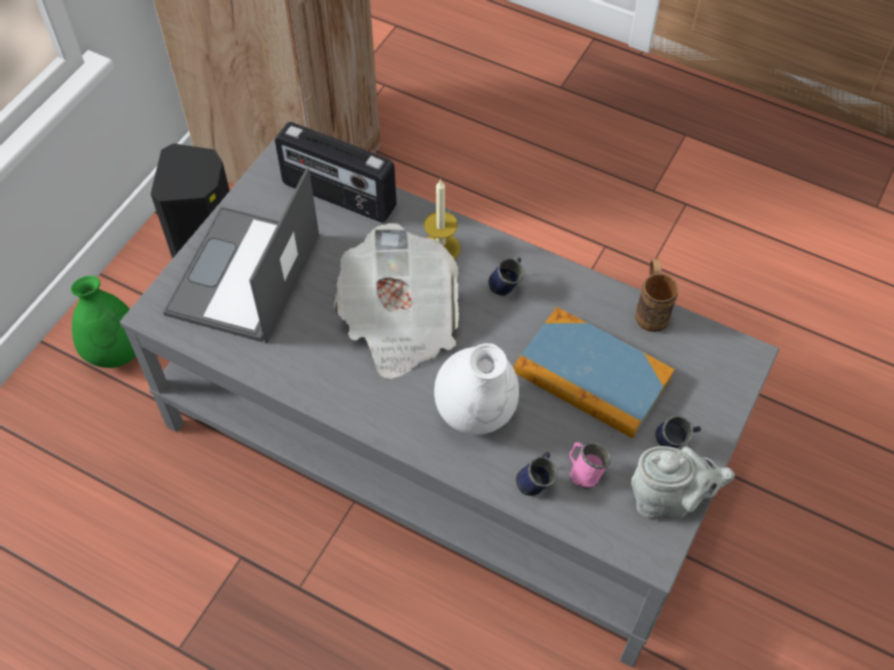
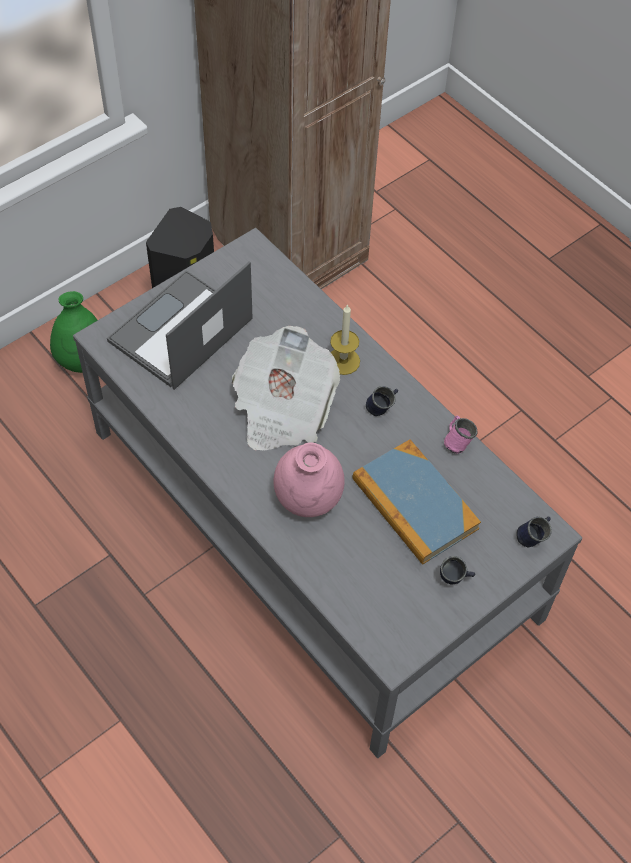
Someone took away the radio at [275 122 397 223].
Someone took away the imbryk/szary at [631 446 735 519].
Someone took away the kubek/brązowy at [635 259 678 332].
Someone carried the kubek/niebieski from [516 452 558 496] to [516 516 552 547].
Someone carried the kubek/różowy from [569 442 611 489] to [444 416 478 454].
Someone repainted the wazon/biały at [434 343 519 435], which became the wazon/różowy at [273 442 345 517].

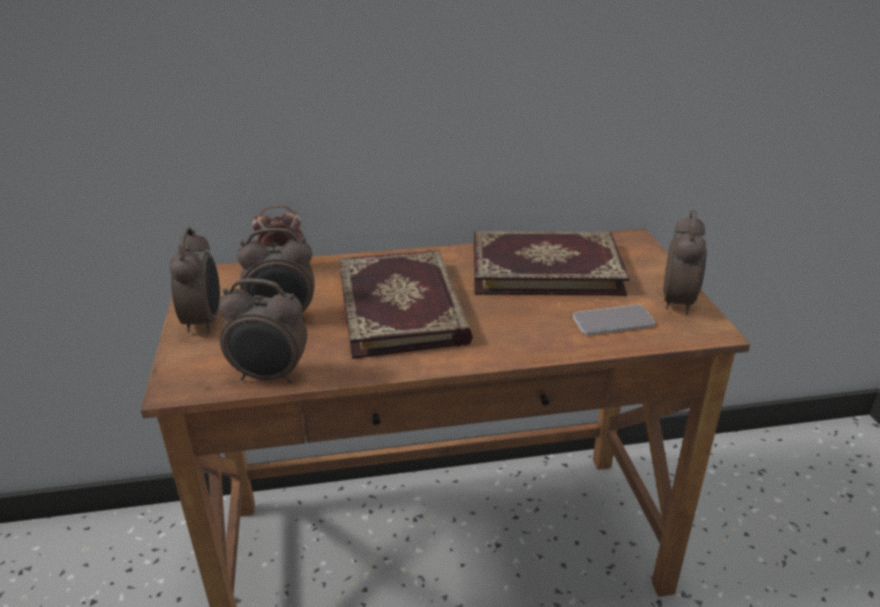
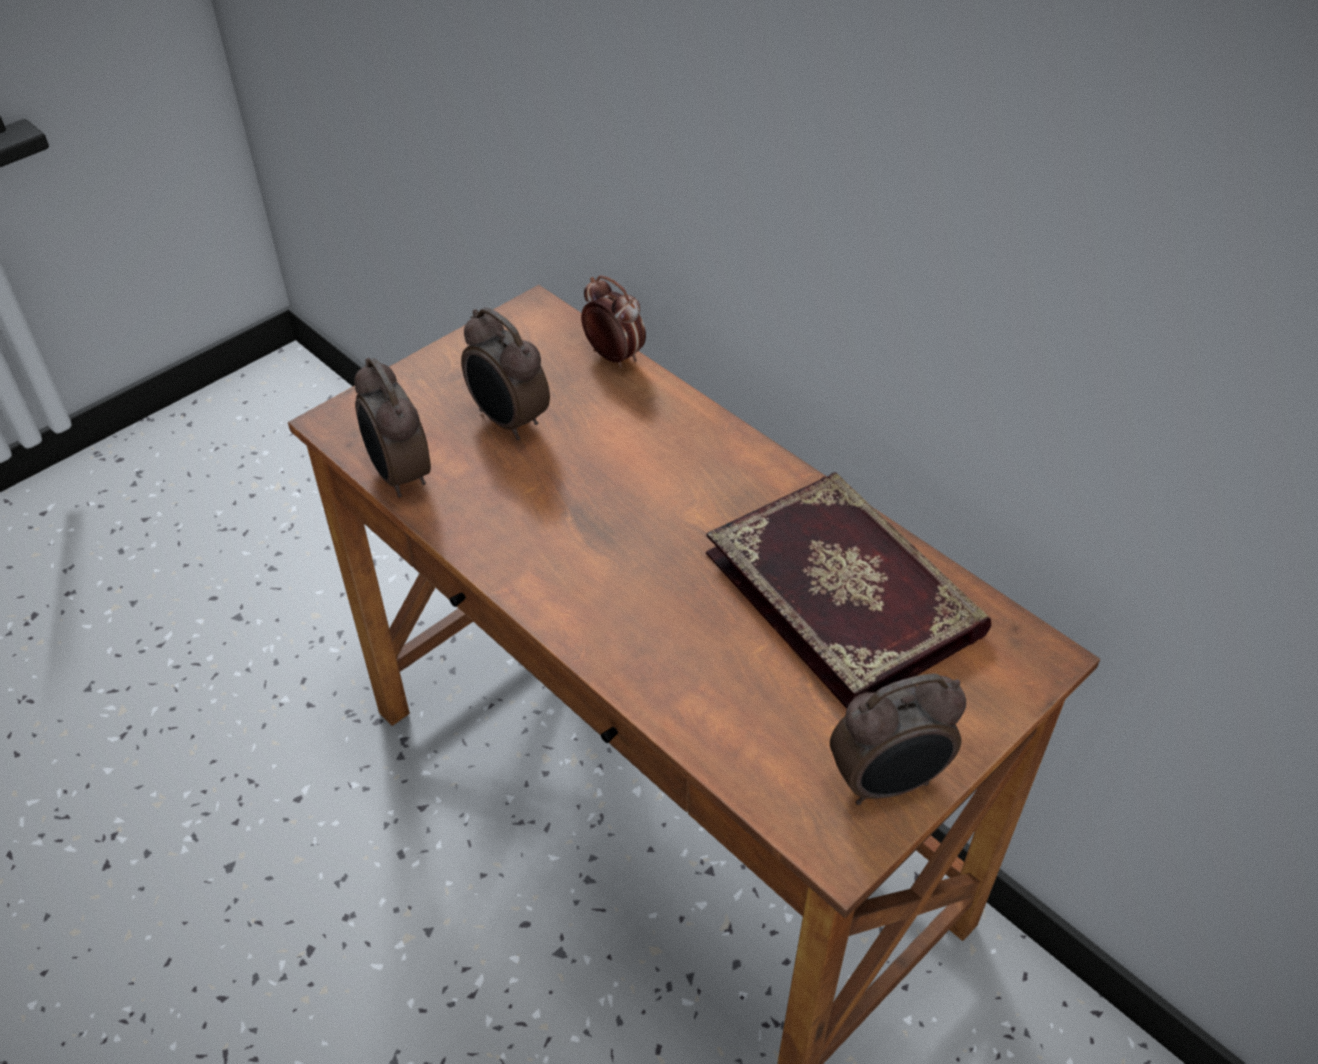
Someone took away the budzik at [170 227 220 334].
Someone took away the książka at [339 250 473 359].
Someone took away the telefon at [573 305 655 335].

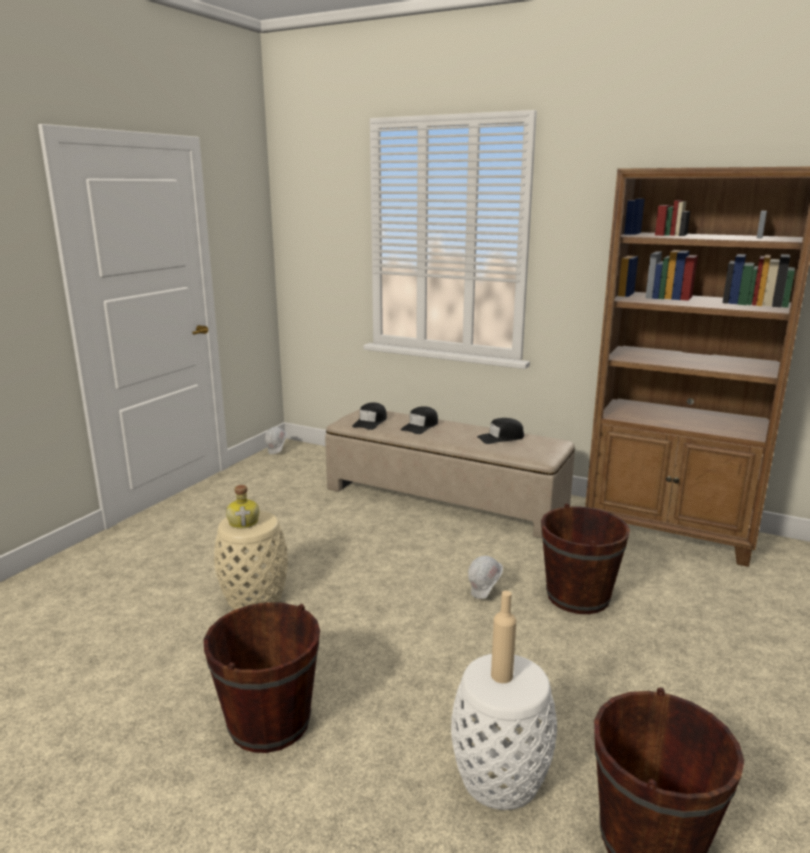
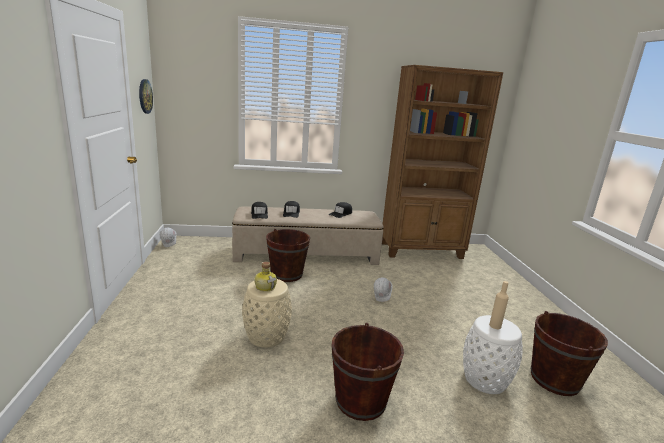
Someone put up the zegar ścienny at [139 79 153 114].
Someone carried the wiadro/brązowy from [541 503 630 614] to [266 229 310 282].

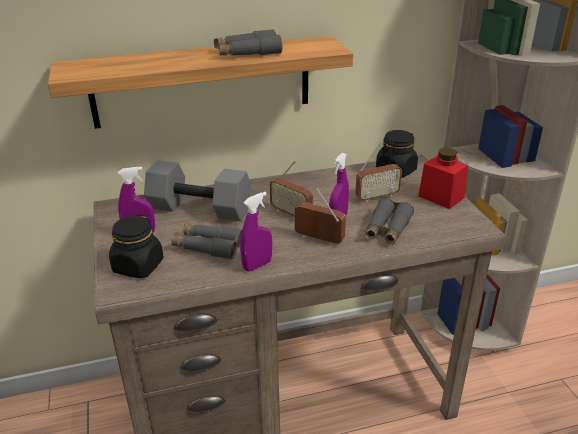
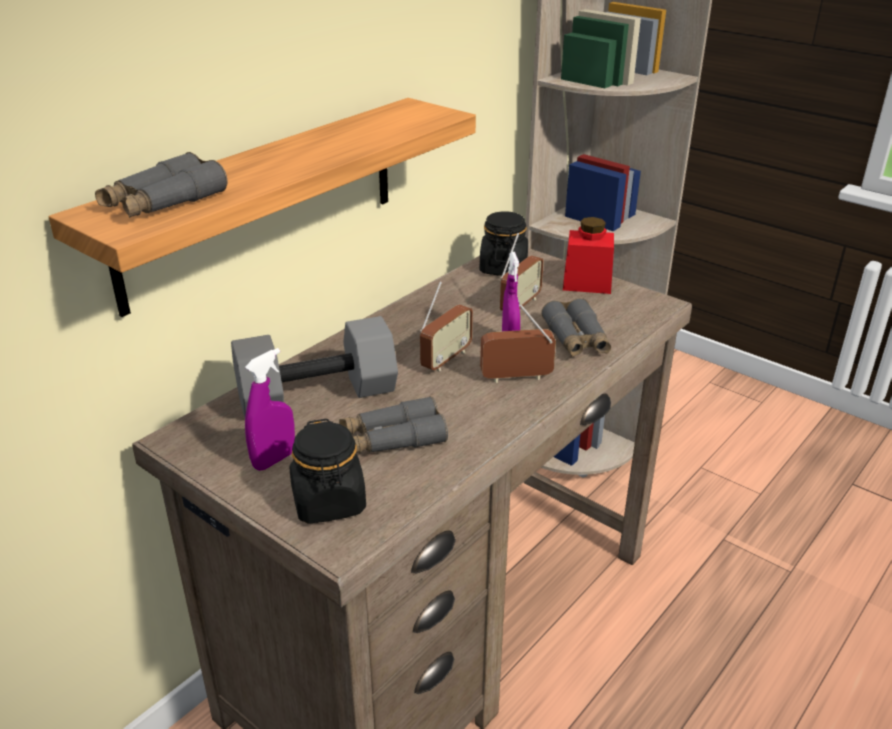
Someone took away the spryskiwacz/fioletowy at [240 192 272 272].
Someone carried the lornetka/szary from [214 29 282 56] to [95 152 228 218].
Someone rotated the radio at [270 160 313 216] by 60 degrees counterclockwise.

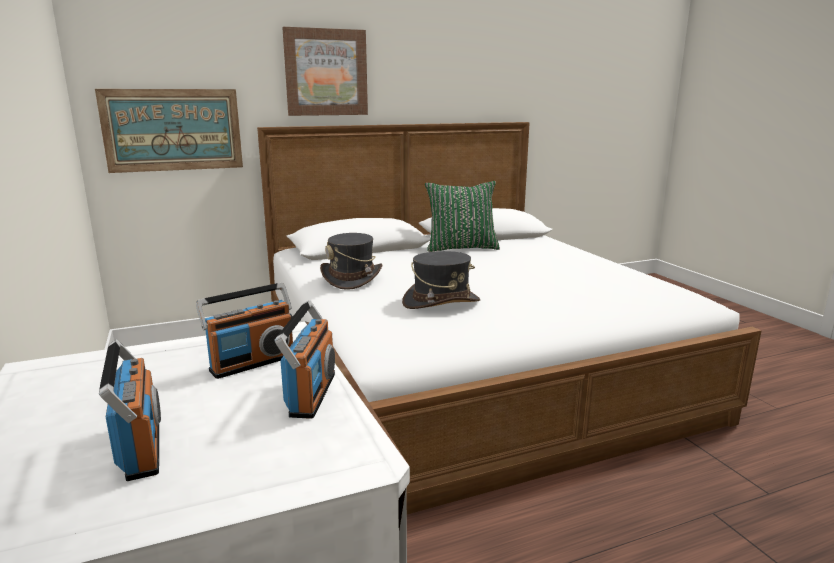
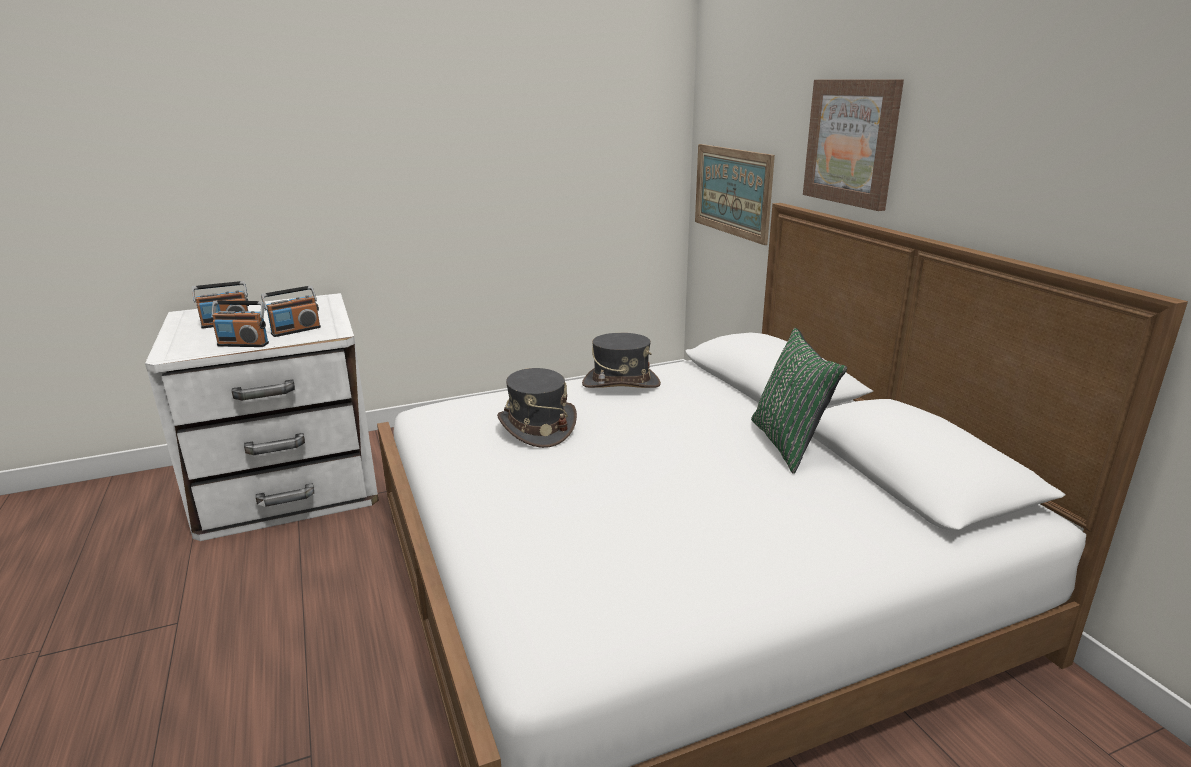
Someone rotated the radio at [196 282 293 379] by 90 degrees counterclockwise.

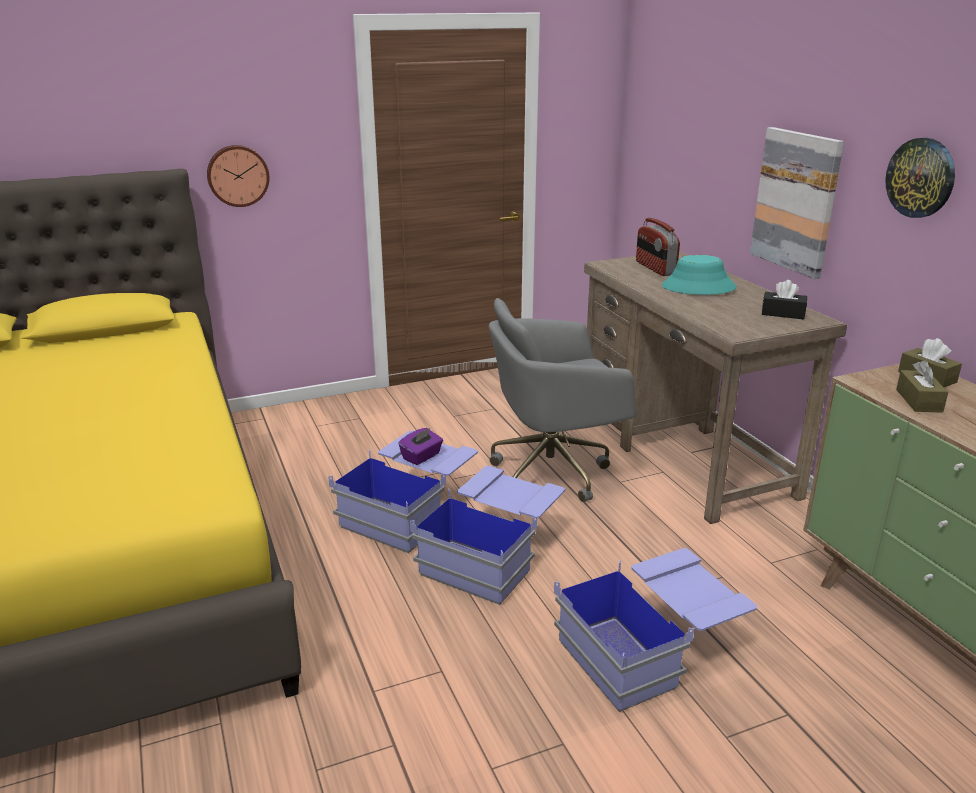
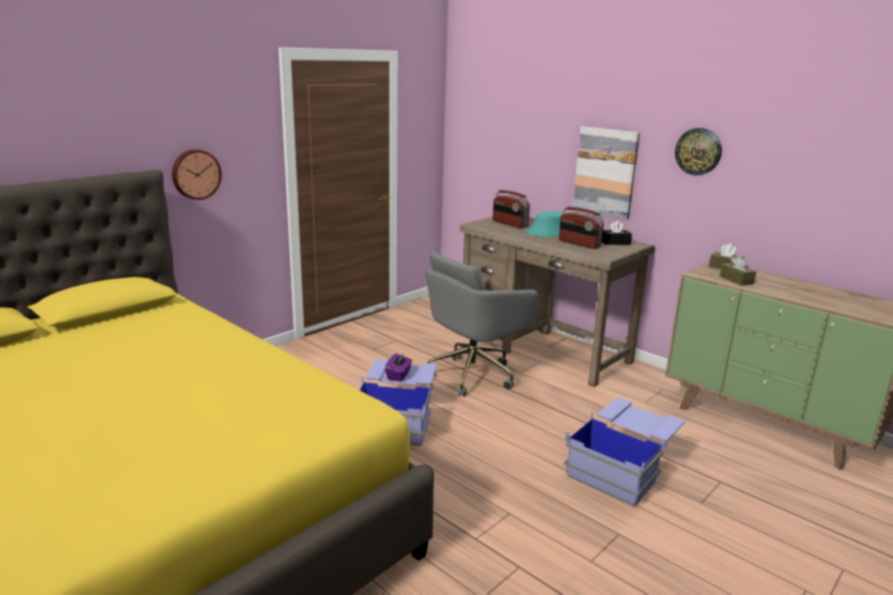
Someone took away the pojemnik do przechowywania/niebieski at [410 466 565 605].
Someone put down the radio at [559 207 604 249].

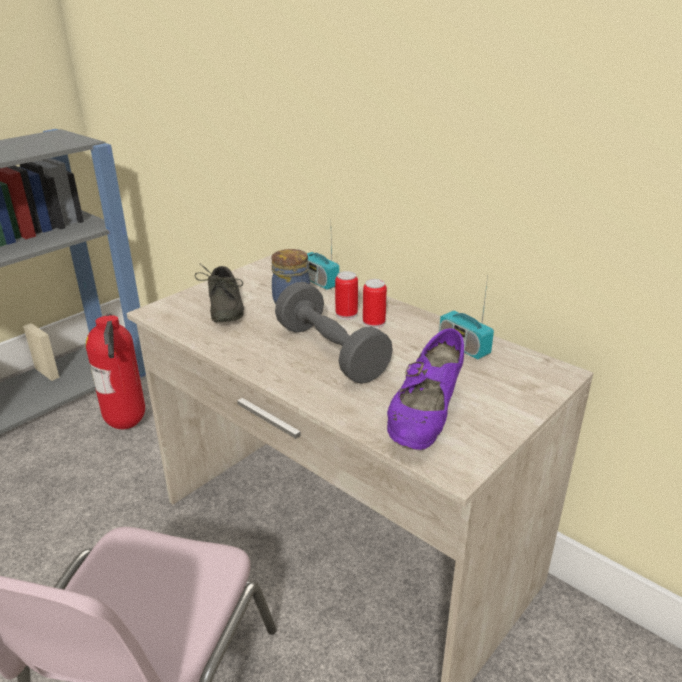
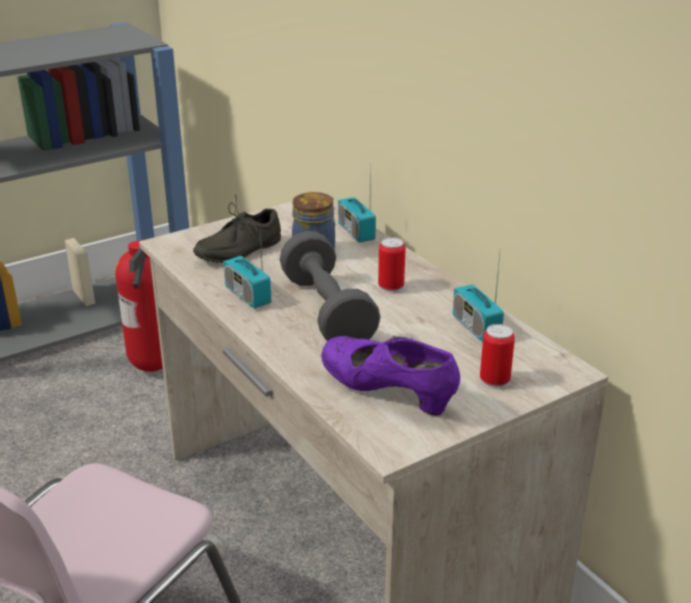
Someone put down the radio at [224 219 271 308].
Someone carried the puszka from [335 271 358 320] to [480 324 515 389].
Someone rotated the but/szary at [194 264 244 322] by 45 degrees clockwise.
Someone rotated the but/fioletowy at [387 328 464 450] by 90 degrees clockwise.

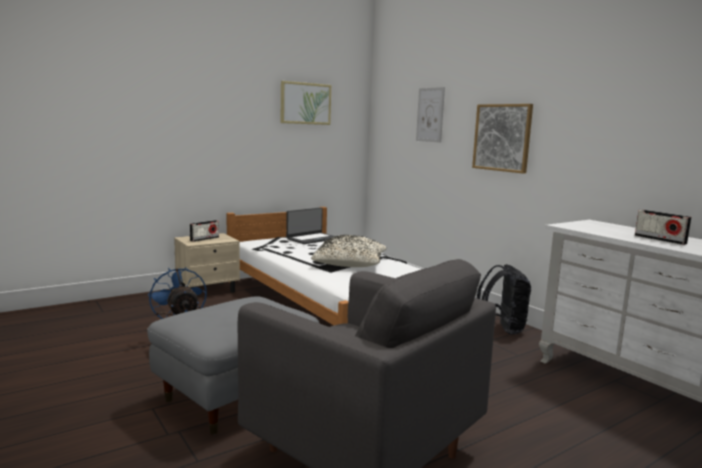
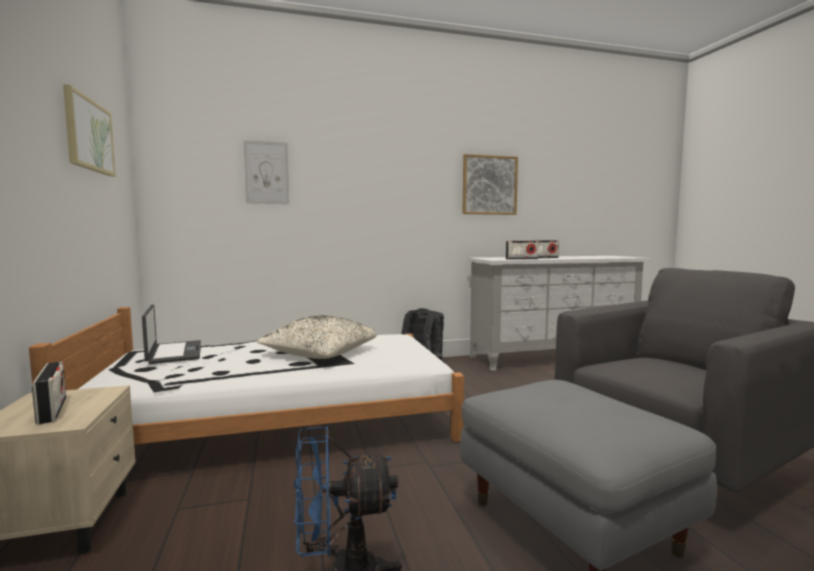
Someone put down the radio at [506 241 538 260].
Someone carried the obraz from [472 104 533 174] to [462 154 518 215].

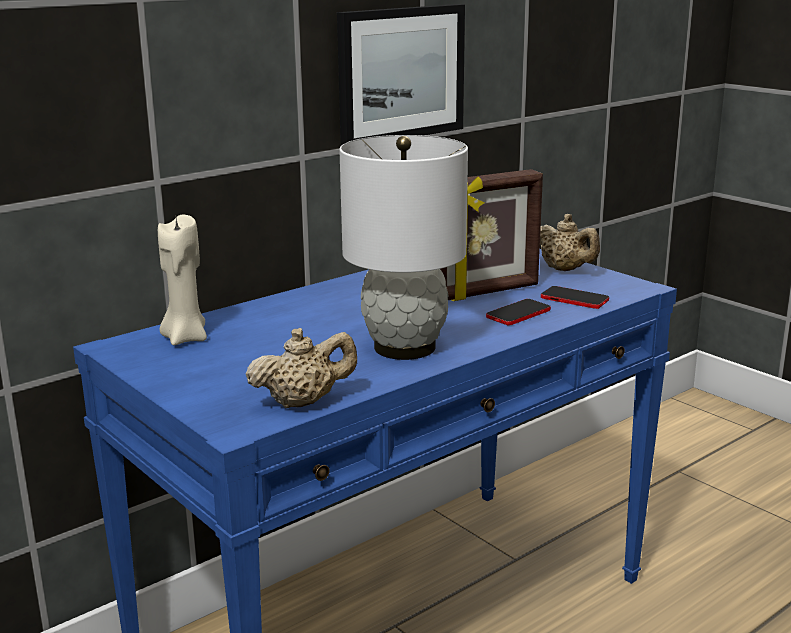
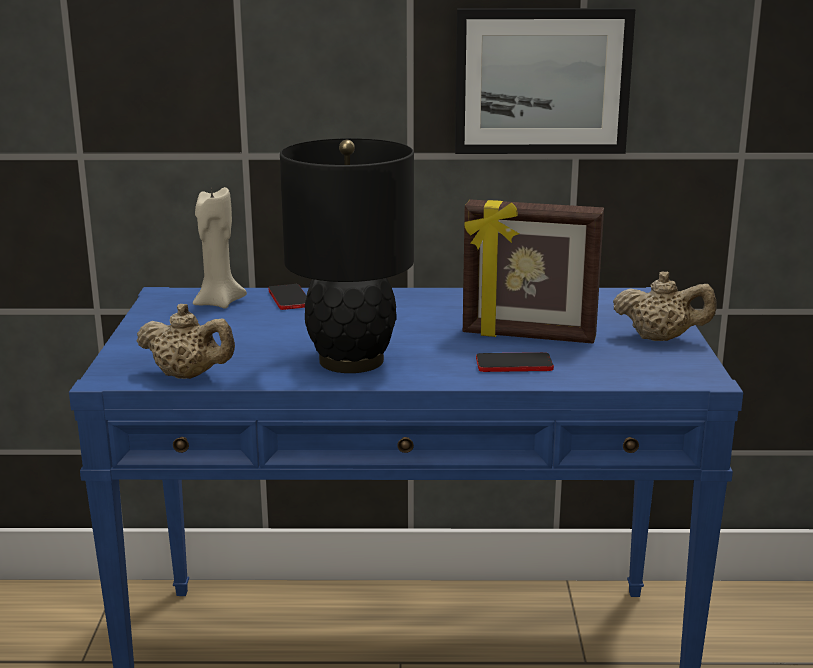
Someone carried the telefon from [541 286 609 309] to [268 284 307 310].
Someone repainted the lampa stołowa/biały at [339 135 468 360], which became the lampa stołowa/czarny at [280 138 414 373].
Someone rotated the imbryk/beżowy at [540 214 600 271] by 75 degrees counterclockwise.

